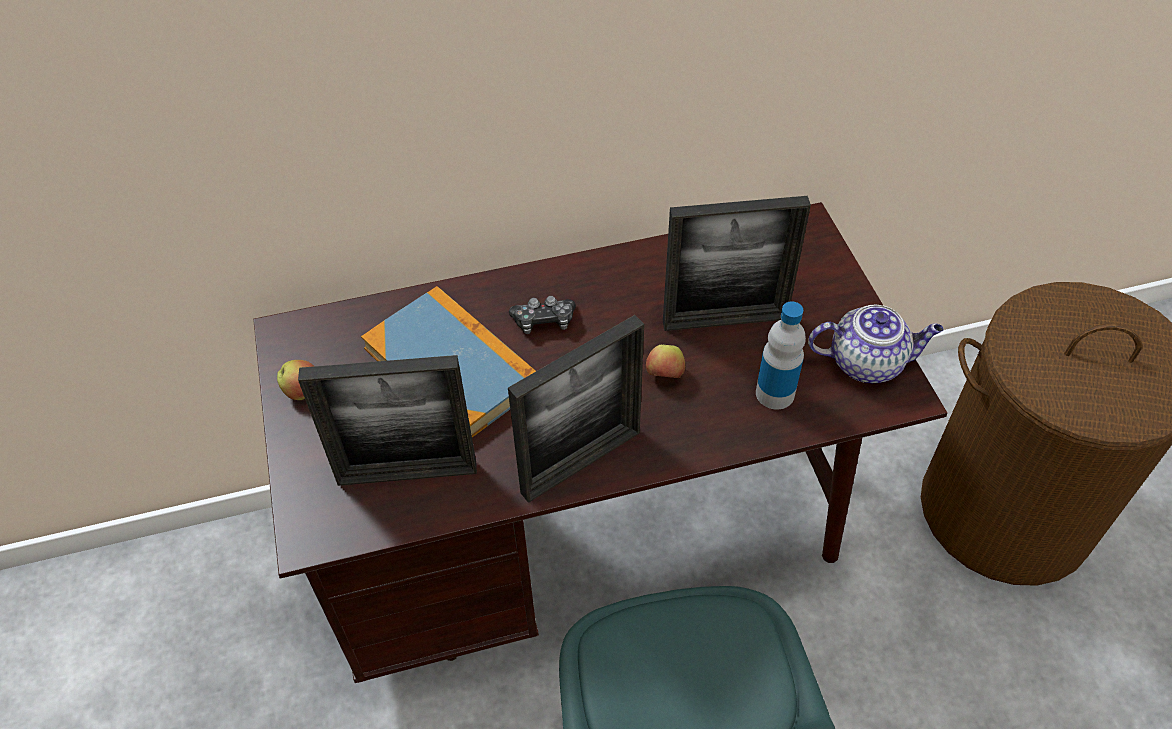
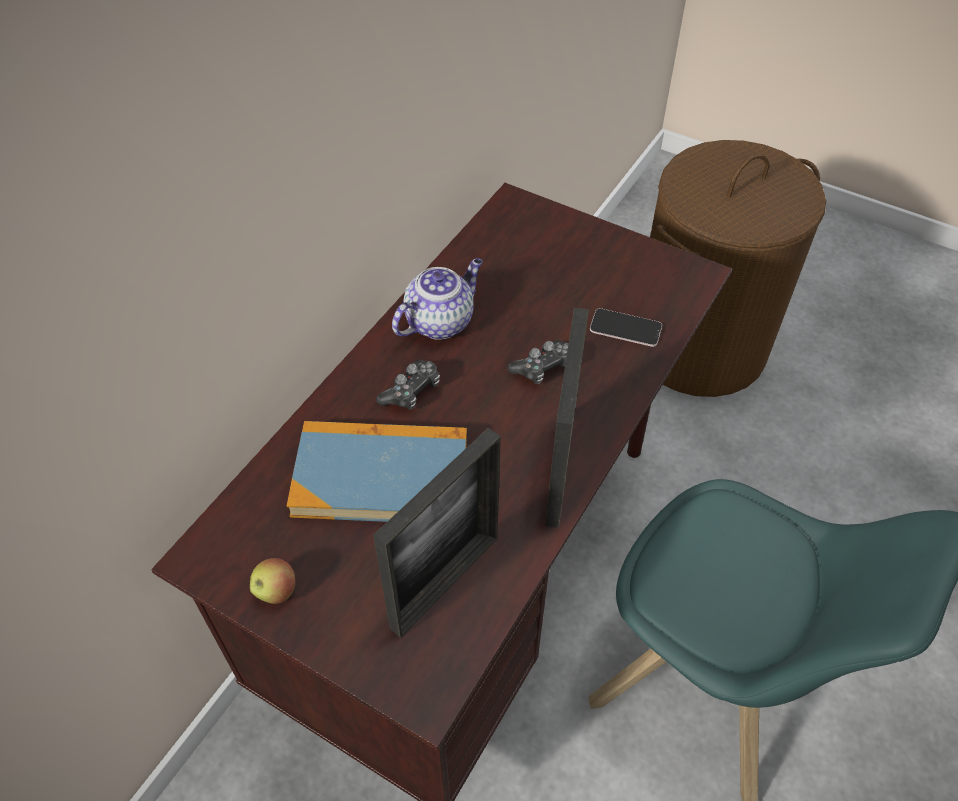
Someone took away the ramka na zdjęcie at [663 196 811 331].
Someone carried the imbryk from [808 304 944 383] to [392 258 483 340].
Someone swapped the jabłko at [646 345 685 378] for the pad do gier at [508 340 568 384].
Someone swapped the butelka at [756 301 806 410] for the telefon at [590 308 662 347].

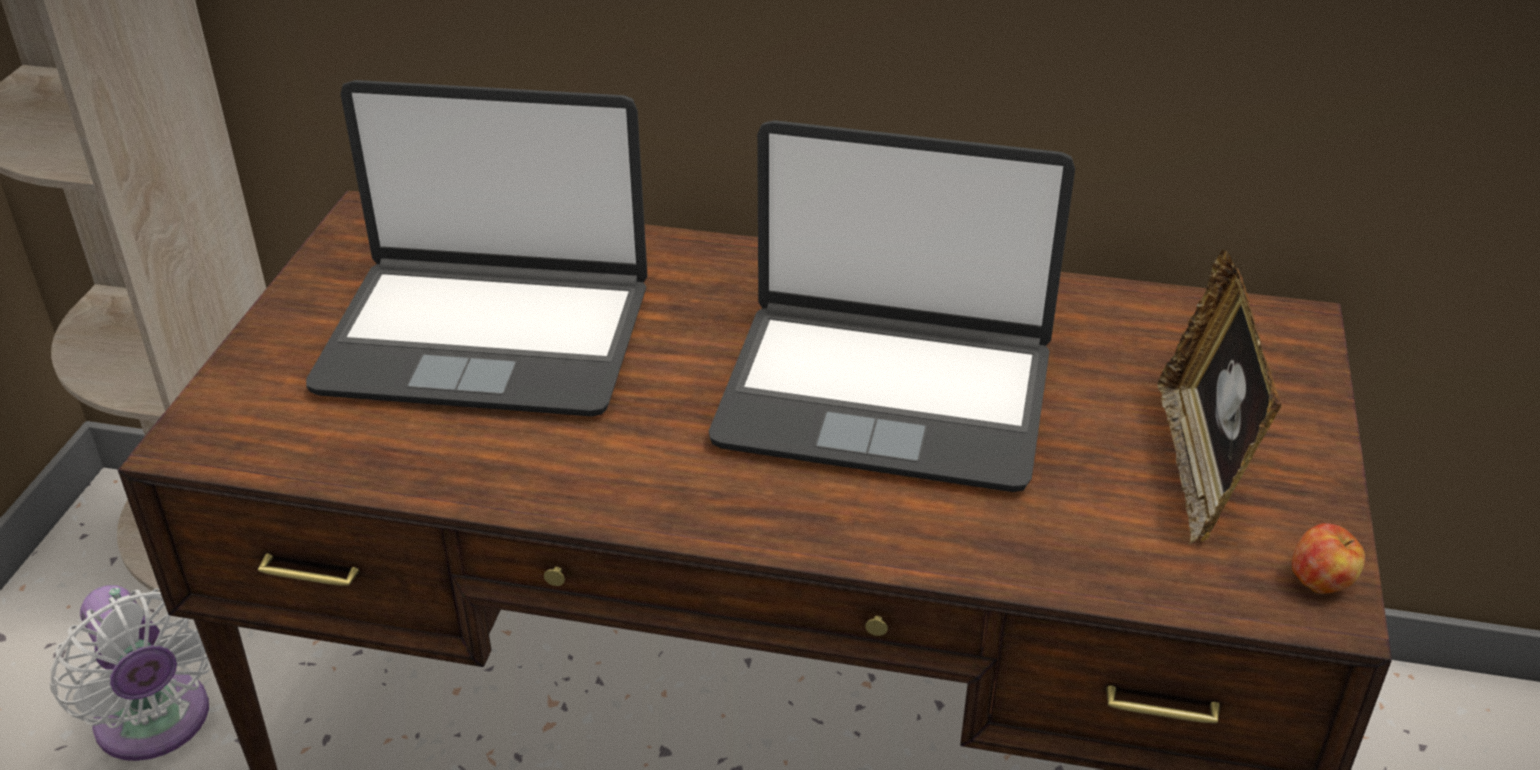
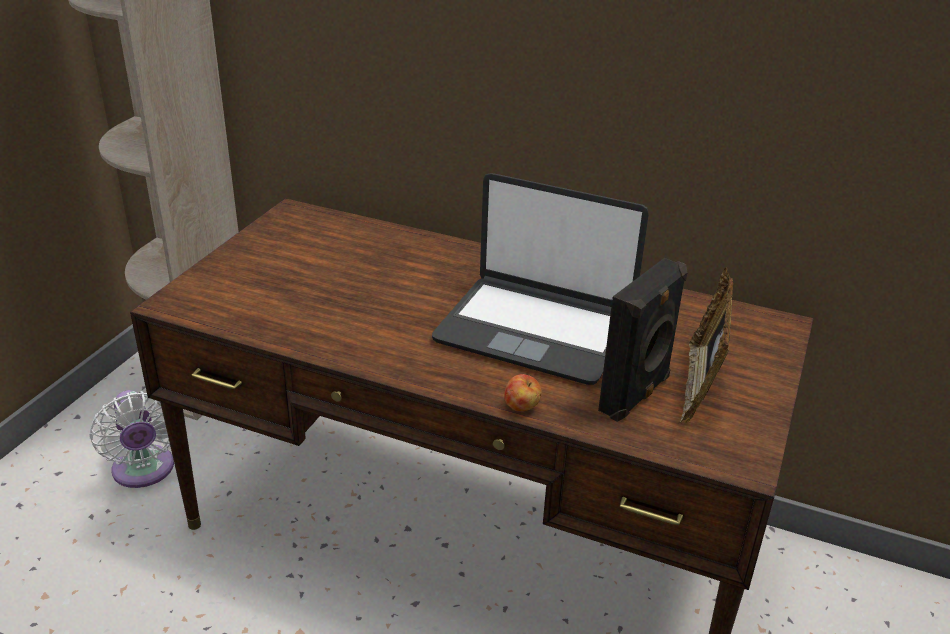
Someone took away the laptop at [306 80 648 417].
Someone put down the głośnik/czarny at [598 258 687 422].
Someone carried the jabłko from [1292 523 1365 594] to [504 374 542 411].

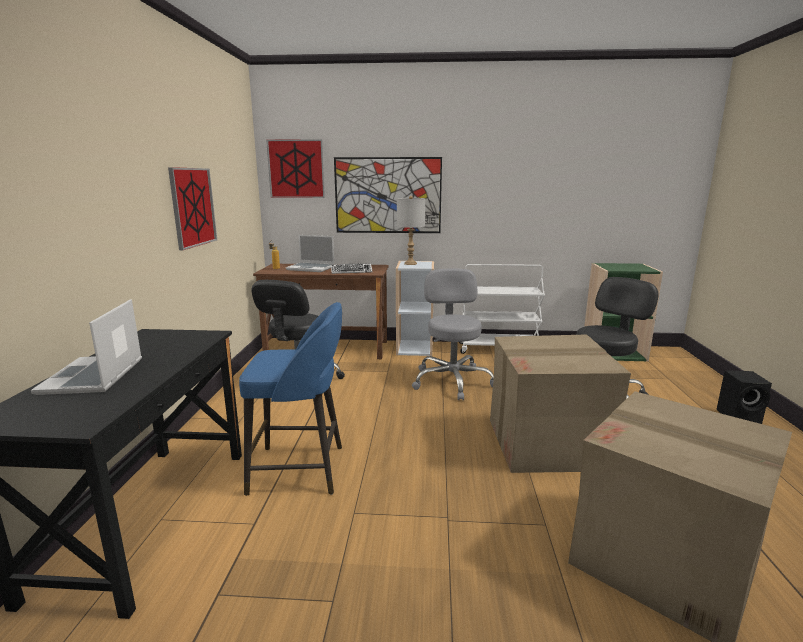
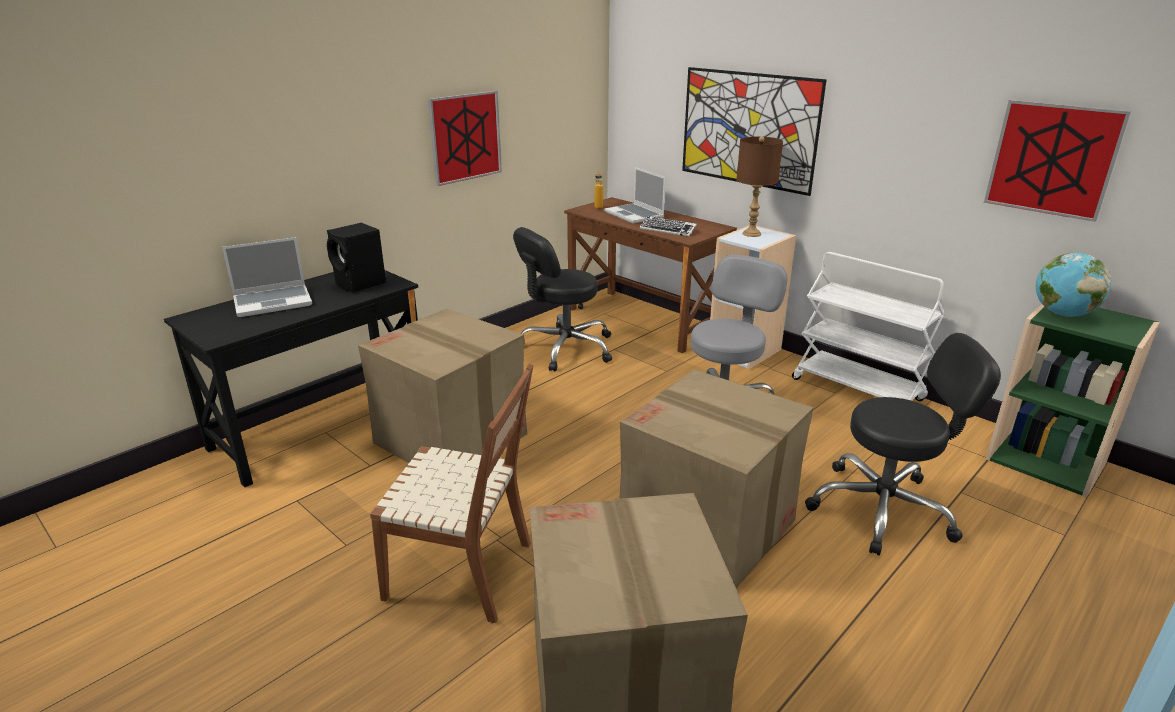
Someone put down the krzesło at [370 363 533 623].
Someone put down the globus at [1036 253 1111 317].
Someone carried the obraz from [266 139 325 198] to [984 100 1131 222].
Someone carried the głośnik/czarny from [716 370 772 424] to [327 223 386 293].
Someone swapped the stołek/niebieski at [239 302 342 496] for the karton at [358 309 527 463].
Someone repainted the lampa stołowa/szary at [397 196 425 265], which became the lampa stołowa/brązowy at [737 136 783 237].
Someone rotated the laptop at [31 299 142 395] by 150 degrees counterclockwise.

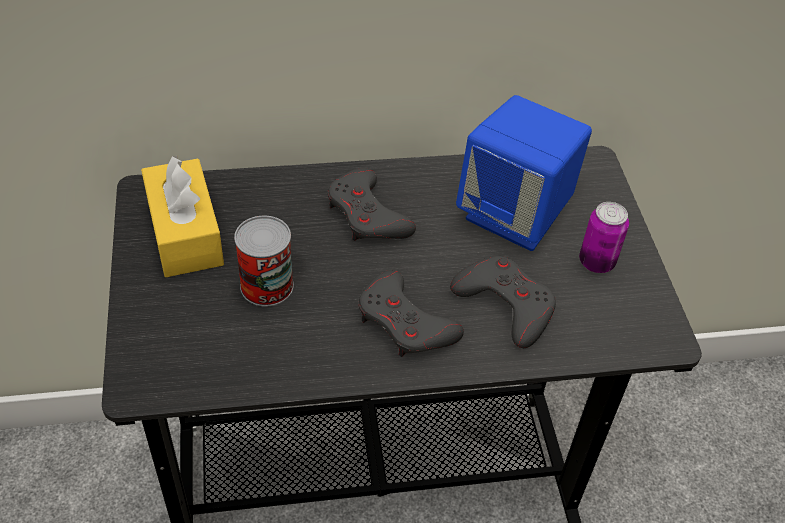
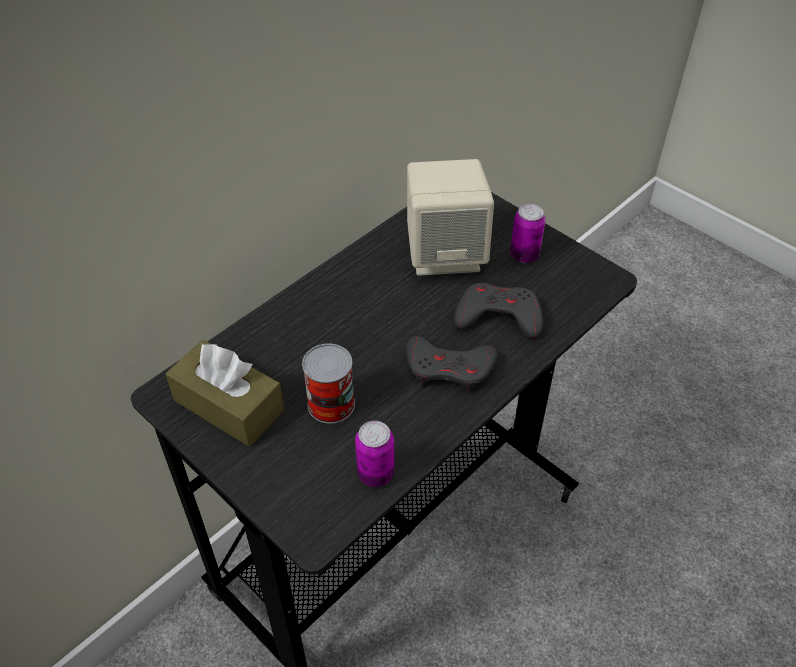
Someone took away the pad do gier/szary at [328 168 416 241].
Someone put down the puszka at [355 421 394 487].
Someone repainted the pudełko chusteczek/żółty at [141 155 224 277], which became the pudełko chusteczek/brązowy at [166 340 284 446].
Someone repainted the głośnik/niebieski at [456 95 592 251], which became the głośnik/beżowy at [407 159 494 276].

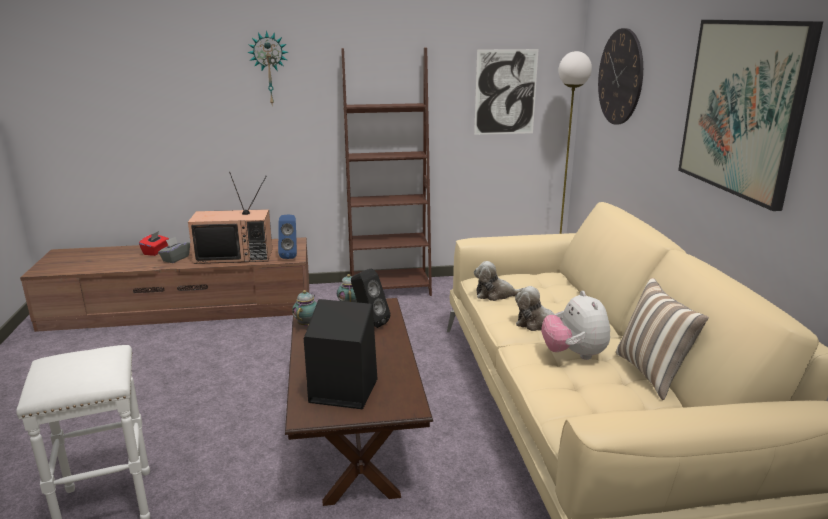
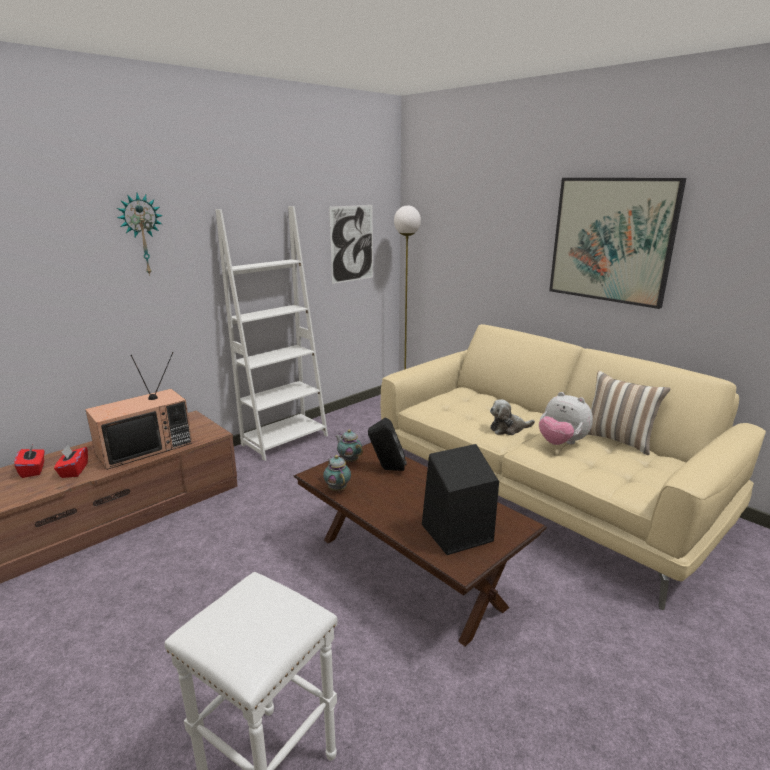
Someone took away the głośnik/niebieski at [278 215 297 259].
Someone took away the pluszak at [474 261 524 301].
Someone took away the zegar ścienny at [598 28 643 125].
Someone repainted the pudełko chusteczek/szary at [158 237 190 263], which became the pudełko chusteczek/czerwony at [54 445 88 478].
Someone repainted the regał/brązowy at [341 47 432 296], which became the regał/biały at [215 206 328 461].

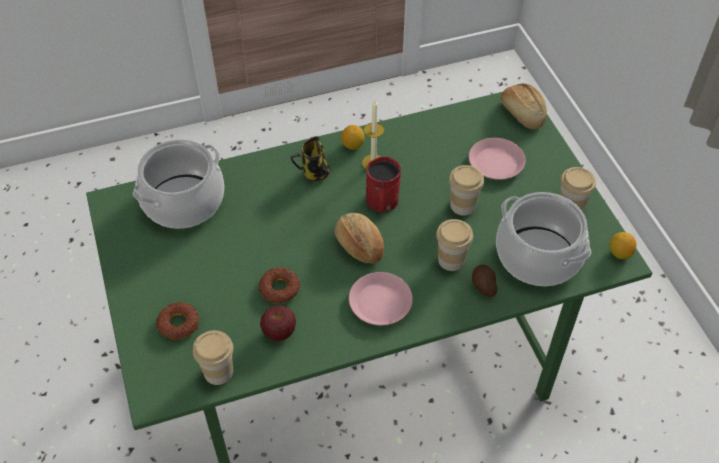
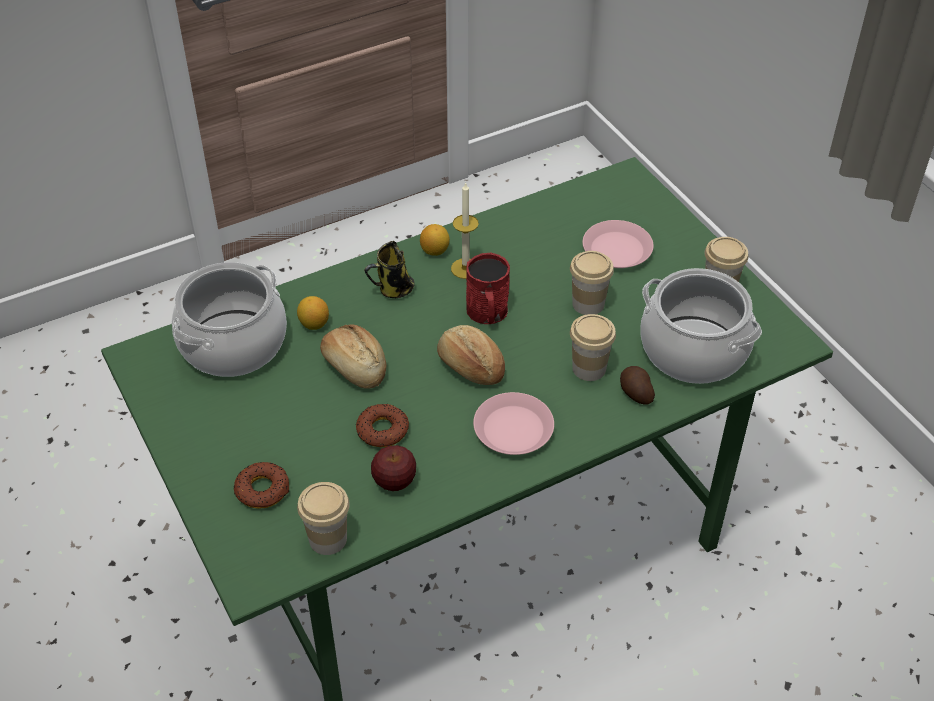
Someone carried the chleb from [501 83 547 129] to [320 324 386 389].
Someone carried the cytryna from [610 232 637 259] to [297 296 329 330].

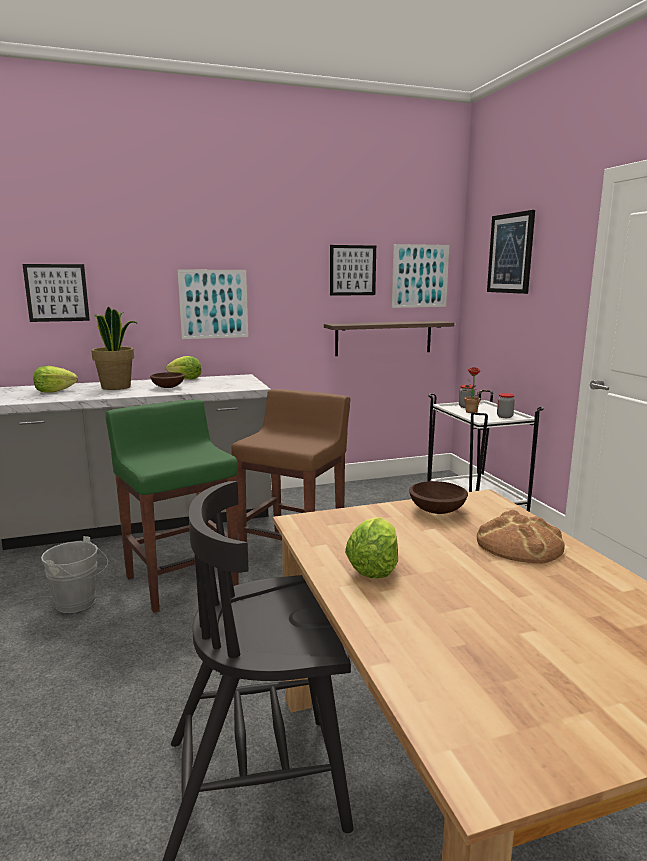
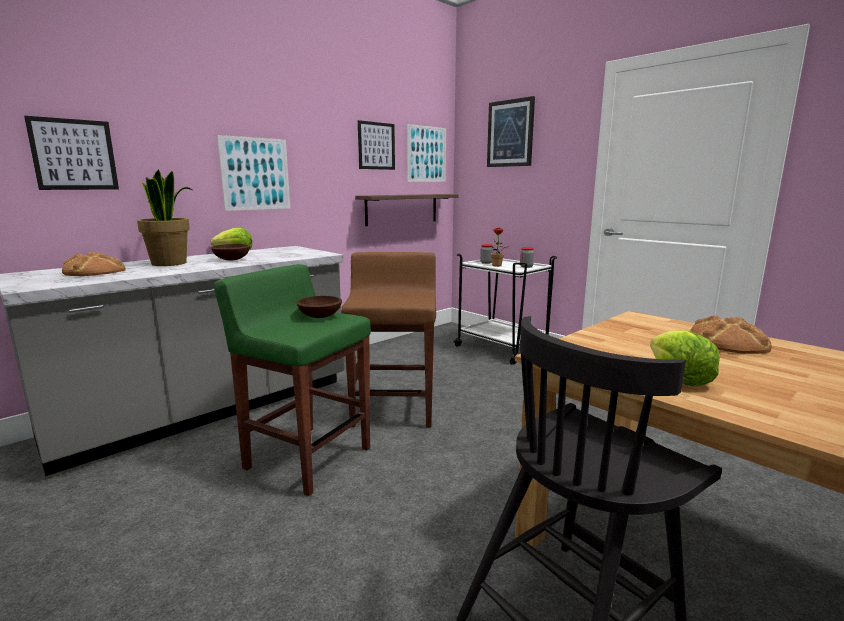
Someone took away the wiadro/szary at [41 536 108 613].
Someone carried the miska/brązowy from [409 481 468 514] to [297 296 342 318].
Someone swapped the sałata at [34 366 78 393] for the chleb at [62 252 126 276].

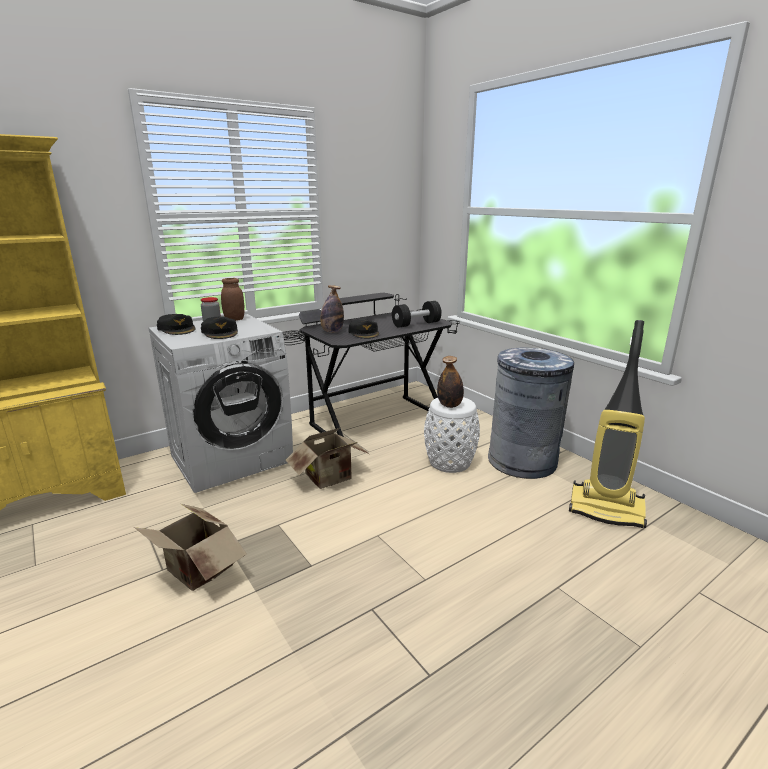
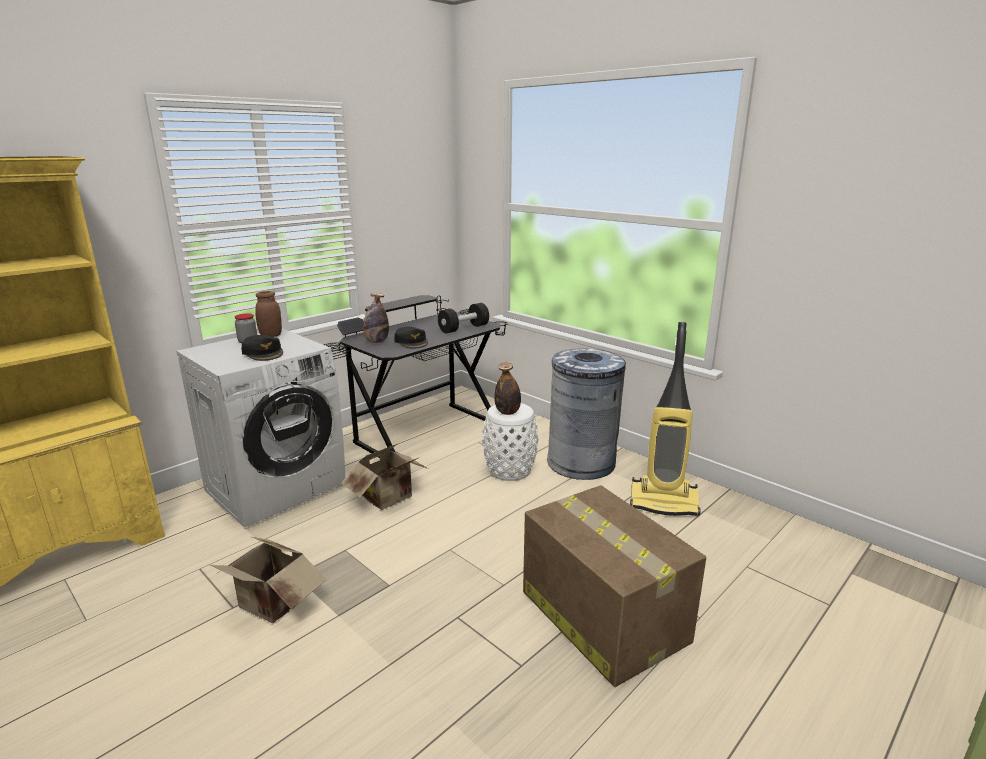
Someone took away the czapka z daszkiem/czarny at [157 314 196 335].
Someone put down the karton at [523 485 706 687].

